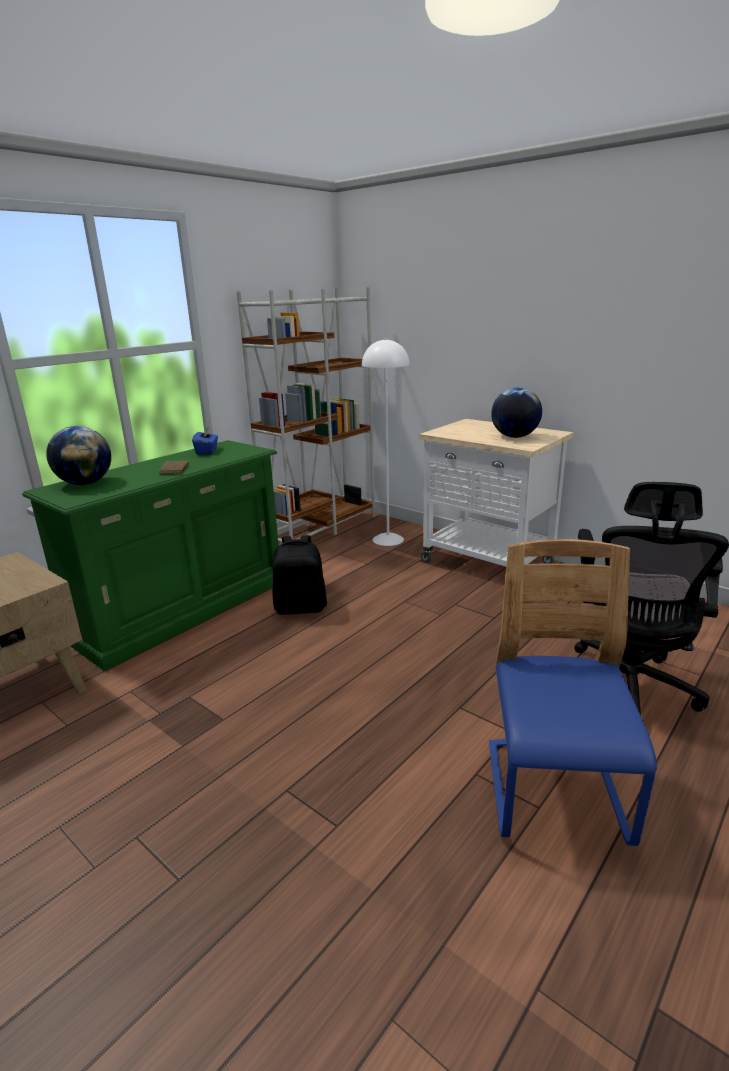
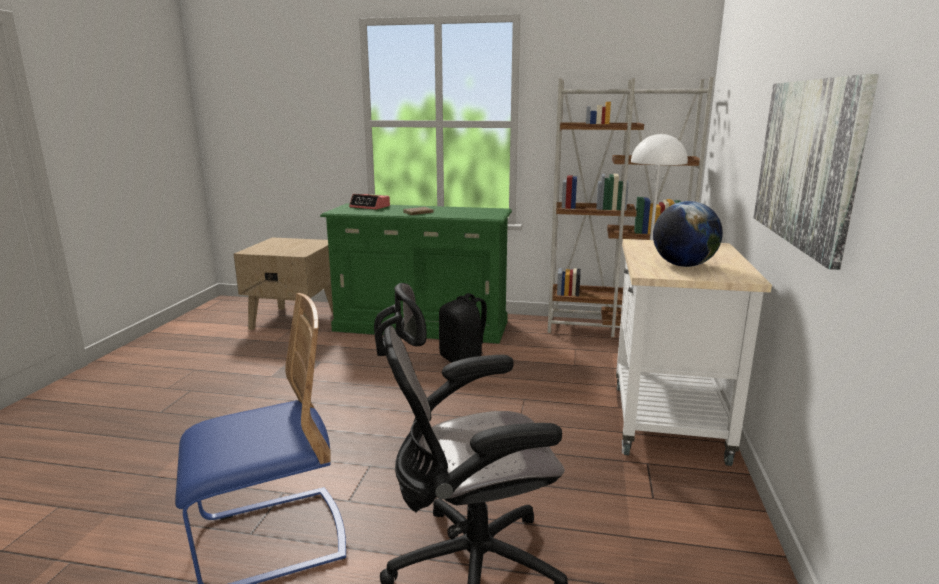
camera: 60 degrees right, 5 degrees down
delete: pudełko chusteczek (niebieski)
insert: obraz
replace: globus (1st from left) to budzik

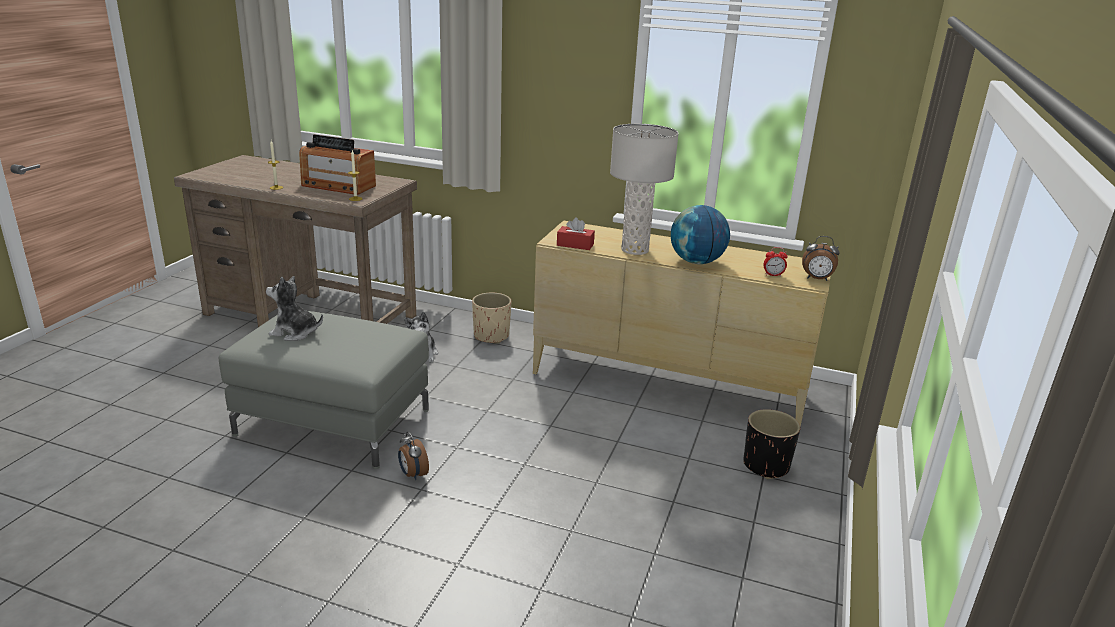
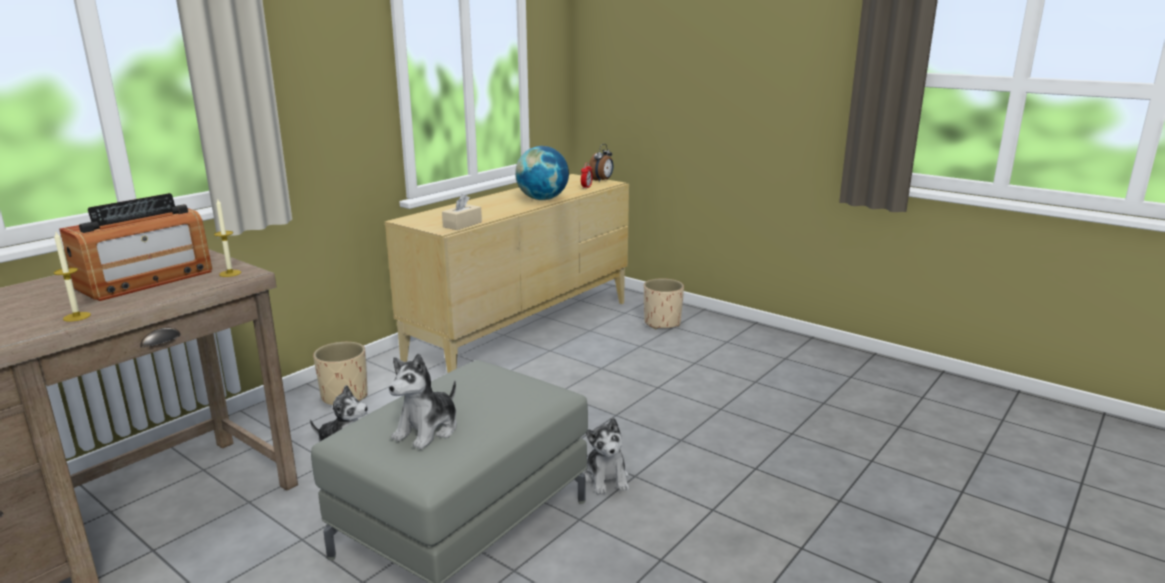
camera: 70 degrees left, 5 degrees down
delete: lampa stołowa (biały)
replace: budzik (1st from left) to pluszak (3rd from left)
recolor: pudełko chusteczek (czerwony) to pudełko chusteczek (beżowy); donica (czarny) to donica (beżowy) (2nd from left)

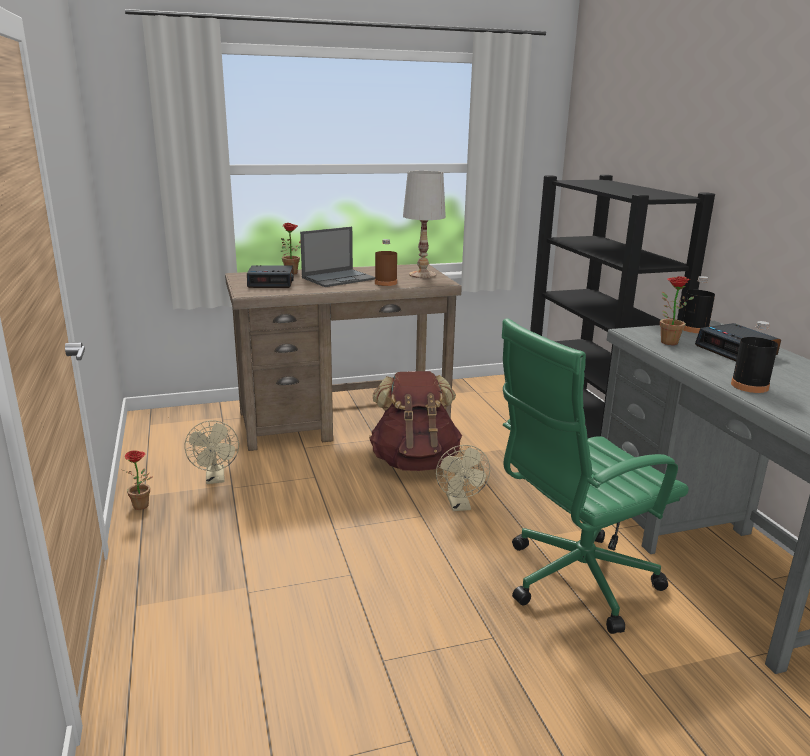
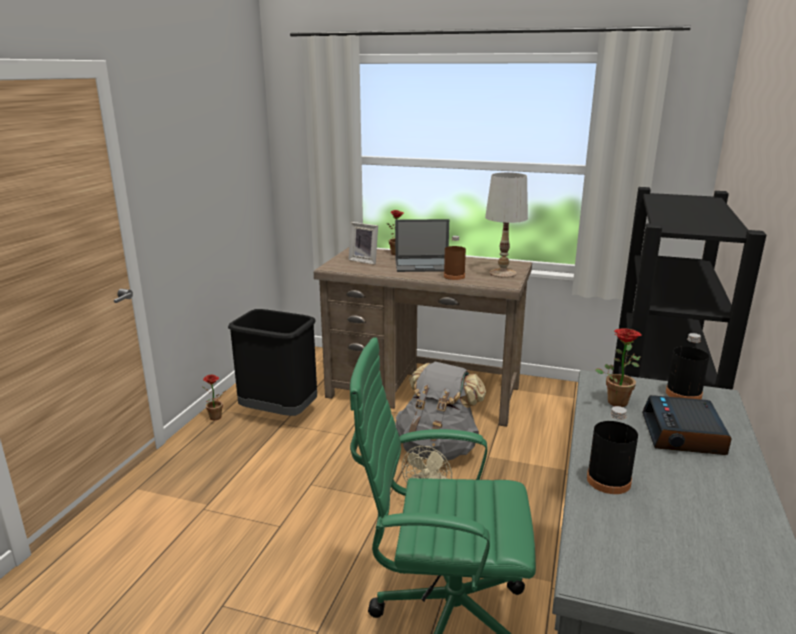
camera: 35 degrees right, 0 degrees up
replace: budzik (1st from left) to ramka na zdjęcie; wentylator (beżowy) (1st from left) to kosz na śmieci (czarny)
recolor: plecak (brązowy) to plecak (szary)

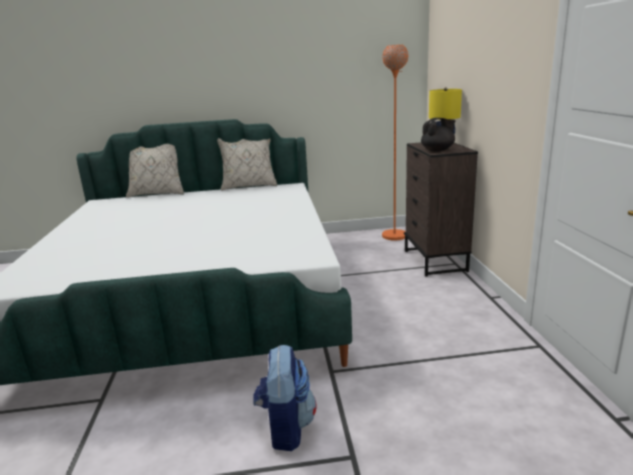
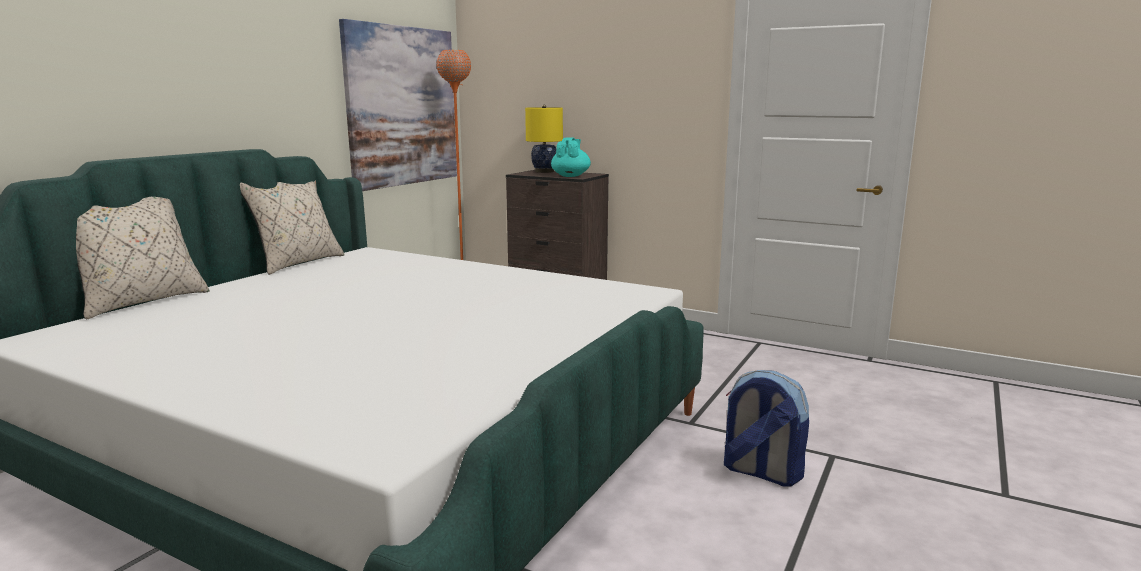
camera: 55 degrees left, 5 degrees down
insert: obraz
recolor: imbryk (czarny) to imbryk (turkusowy)

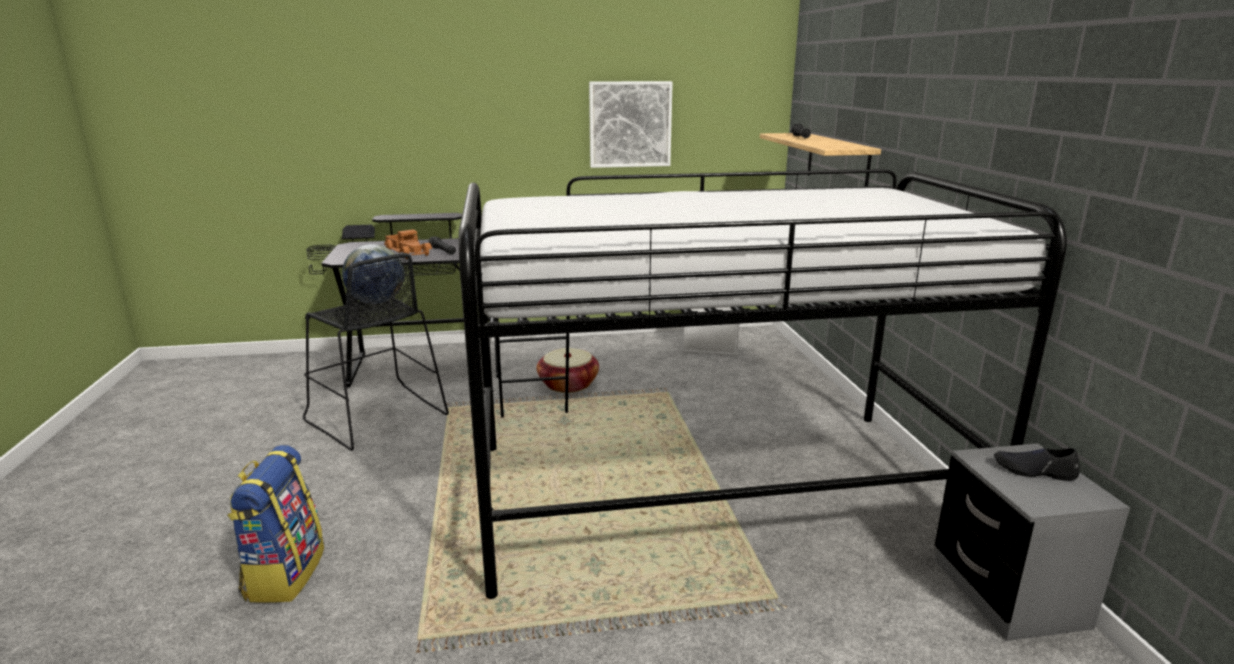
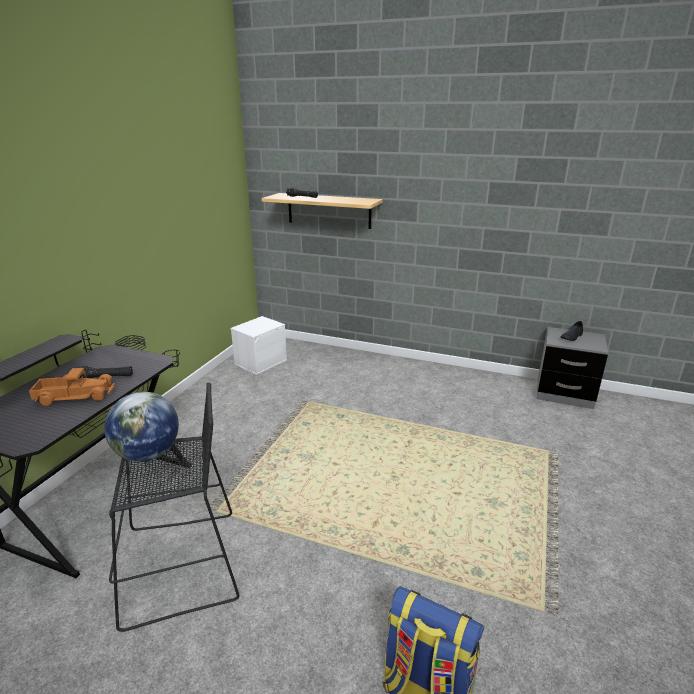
camera: 60 degrees left, 5 degrees up
delete: obraz; łóżko (czarny); koszyk

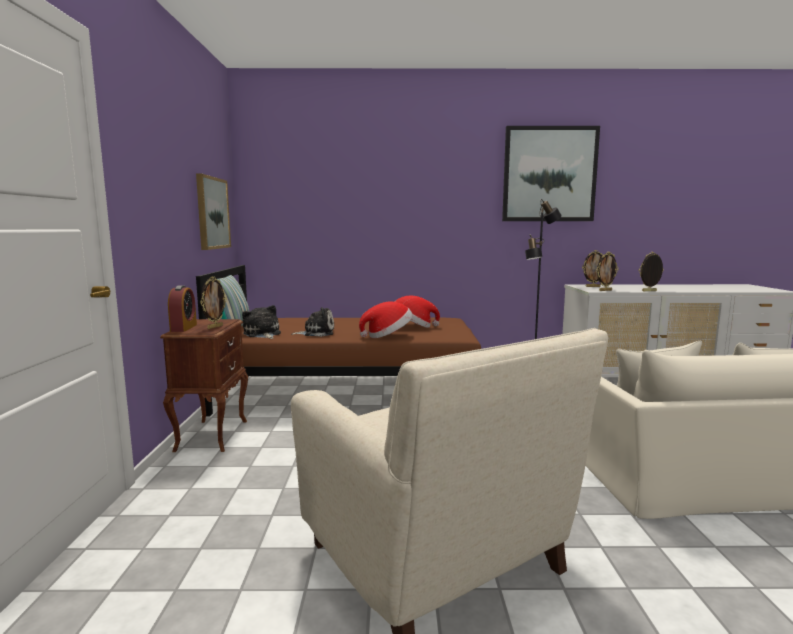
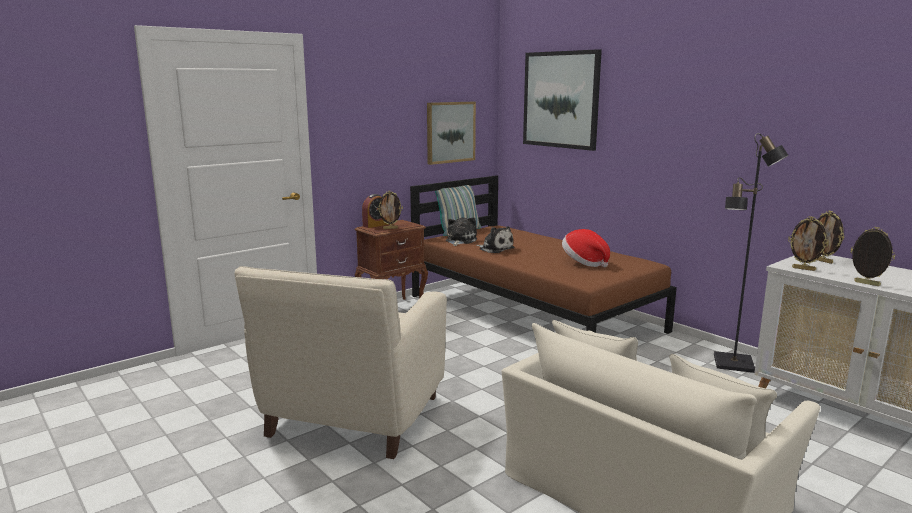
camera: 50 degrees right, 5 degrees up
delete: kapelusz (1st from left)
move: obraz (2nd from left)

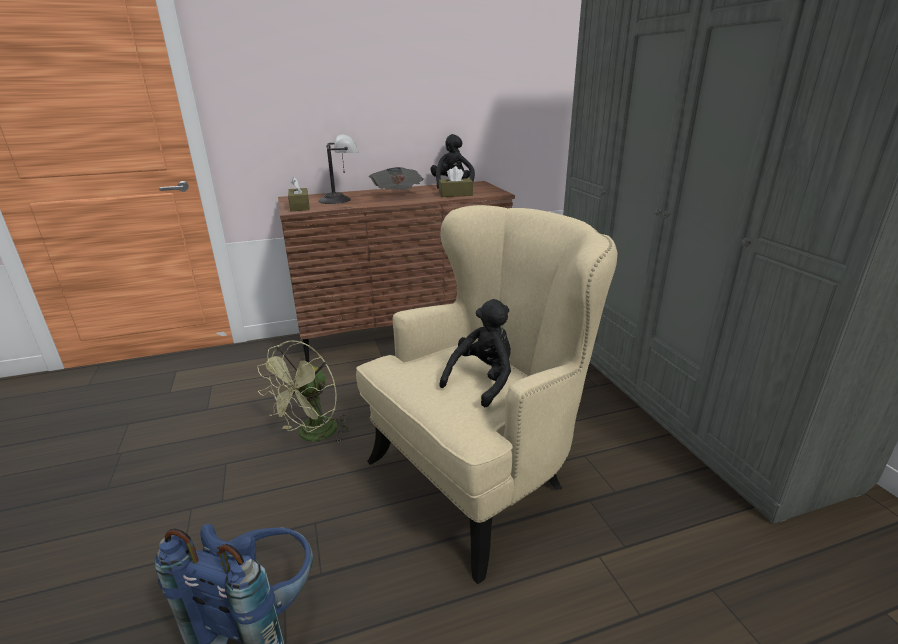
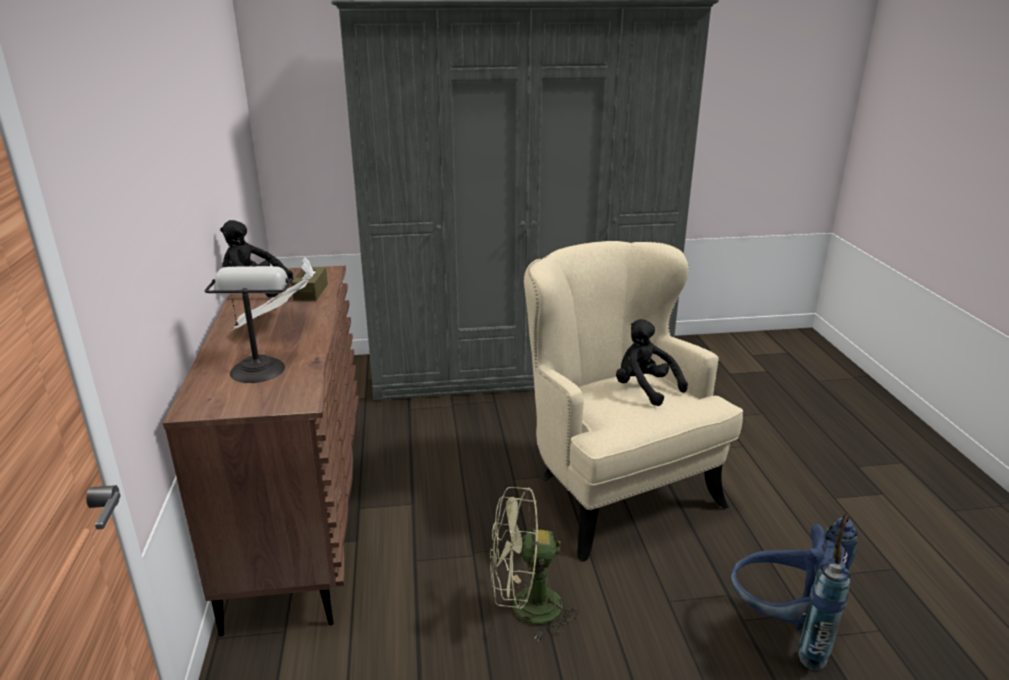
camera: 80 degrees left, 0 degrees up
delete: pudełko chusteczek (brązowy) (1st from left)
rotate: wentylator (zielony) 135 degrees clockwise

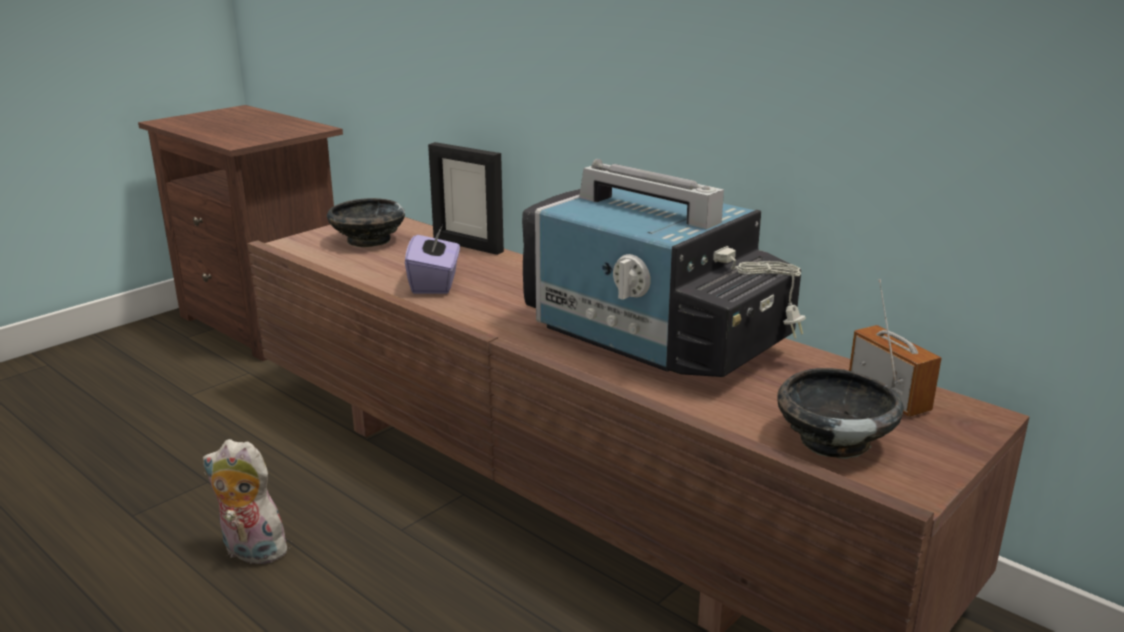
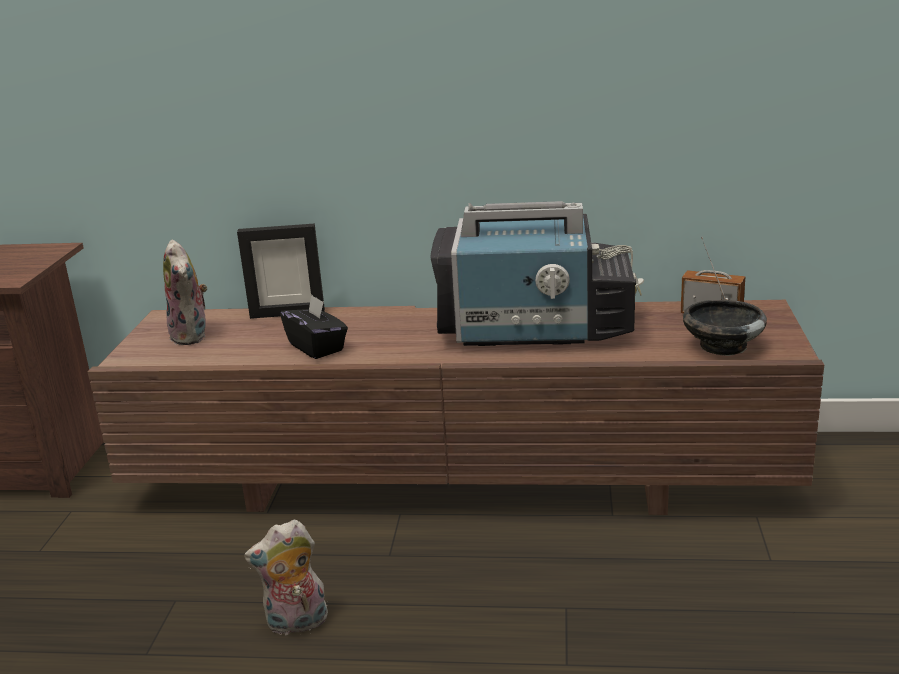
camera: 35 degrees left, 0 degrees up
replace: miska (czarny) (1st from left) to pluszak (1st from left)
recolor: pudełko chusteczek (fioletowy) to pudełko chusteczek (czarny)

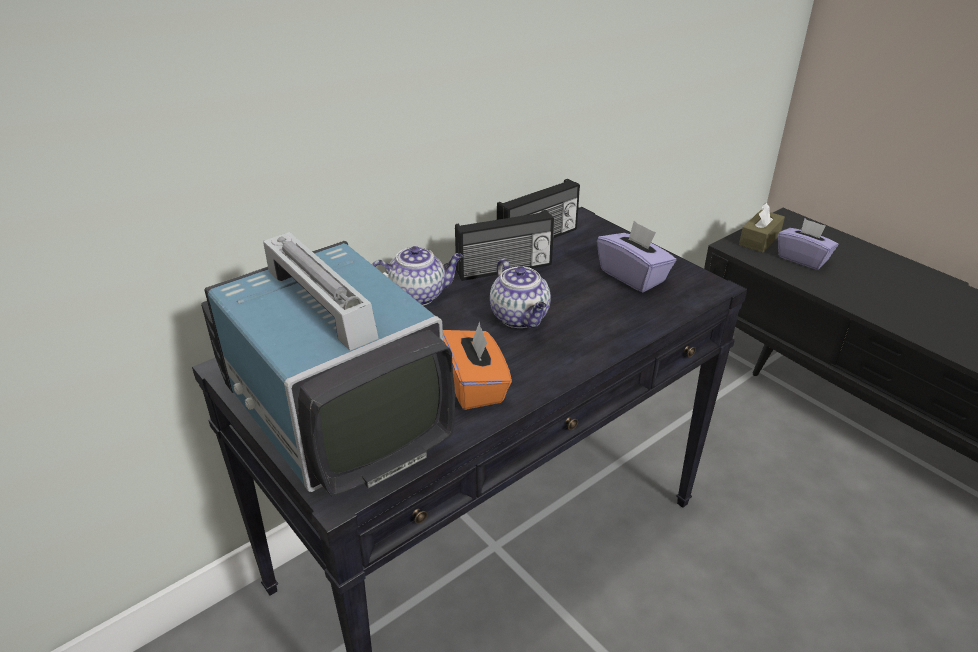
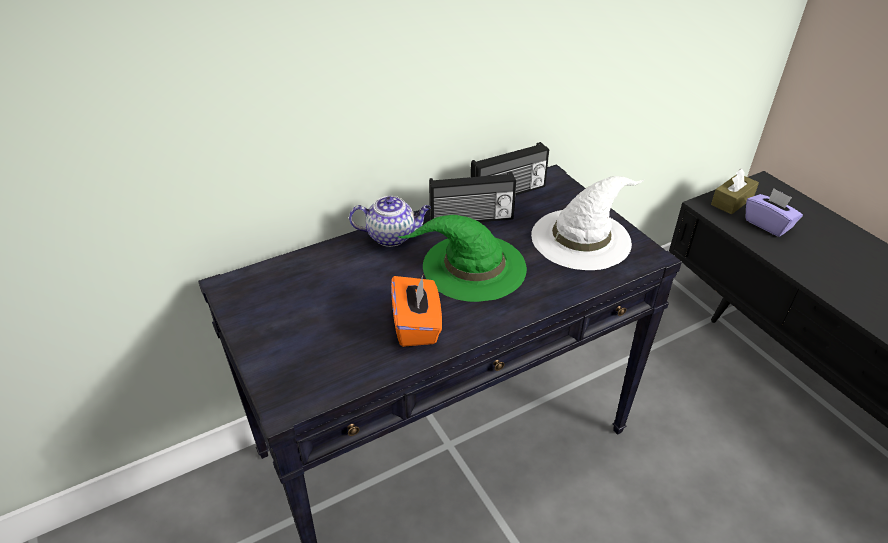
camera: 10 degrees right, 5 degrees up
delete: telewizor
replace: pudełko chusteczek (fioletowy) (1st from left) to kapelusz (biały); imbryk (2nd from left) to kapelusz (zielony)

